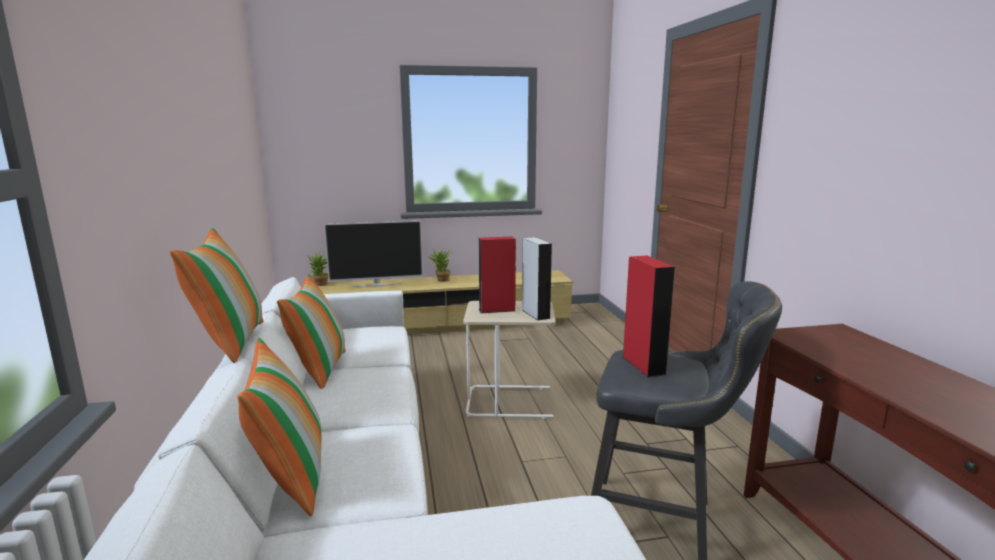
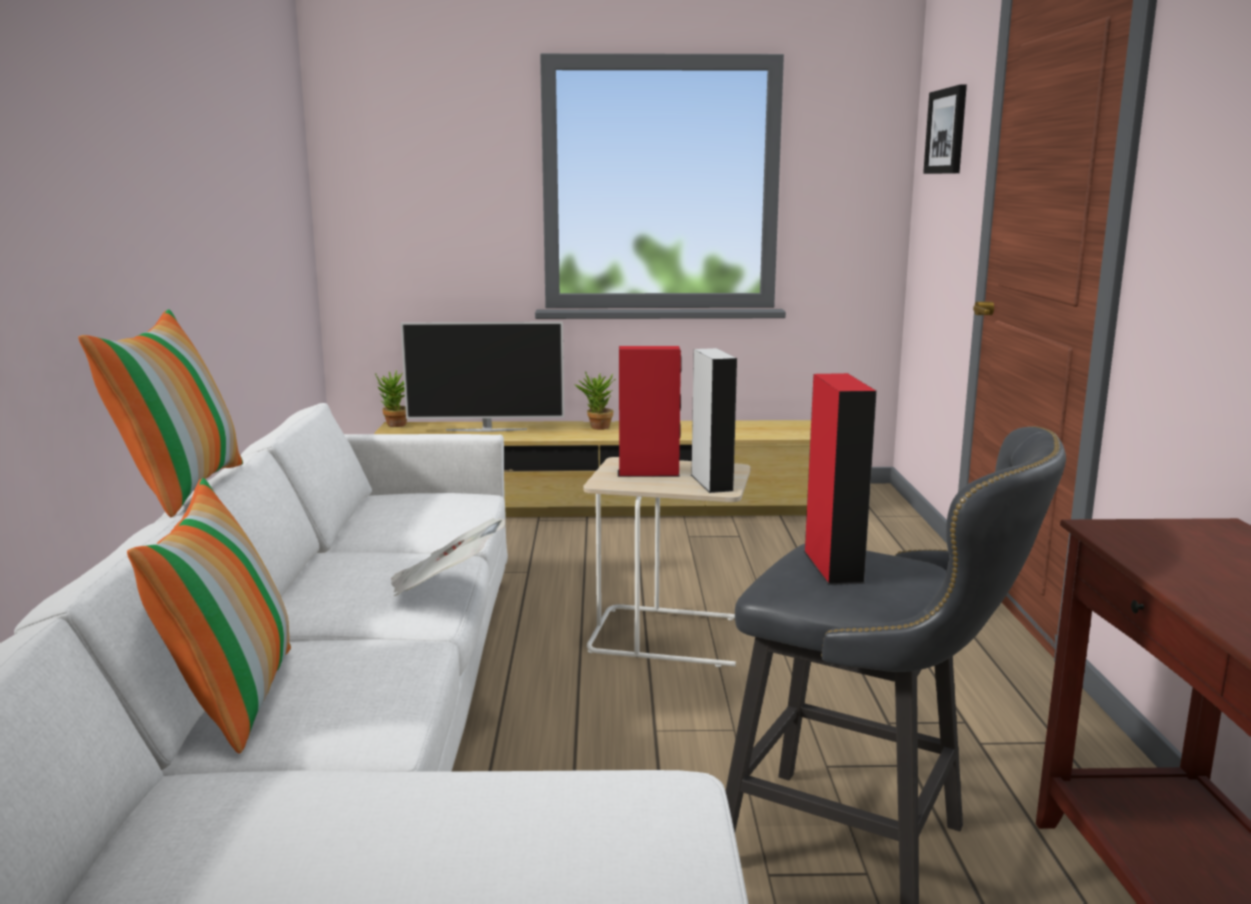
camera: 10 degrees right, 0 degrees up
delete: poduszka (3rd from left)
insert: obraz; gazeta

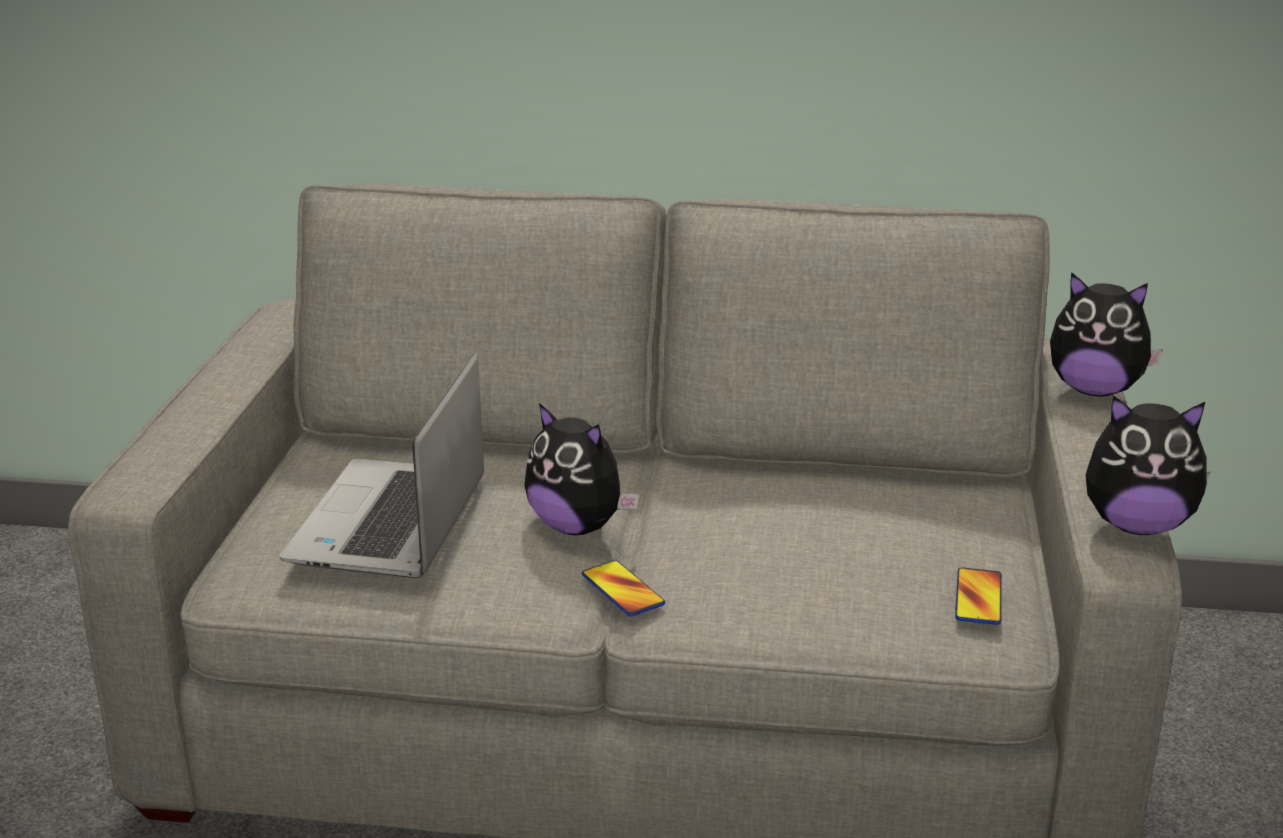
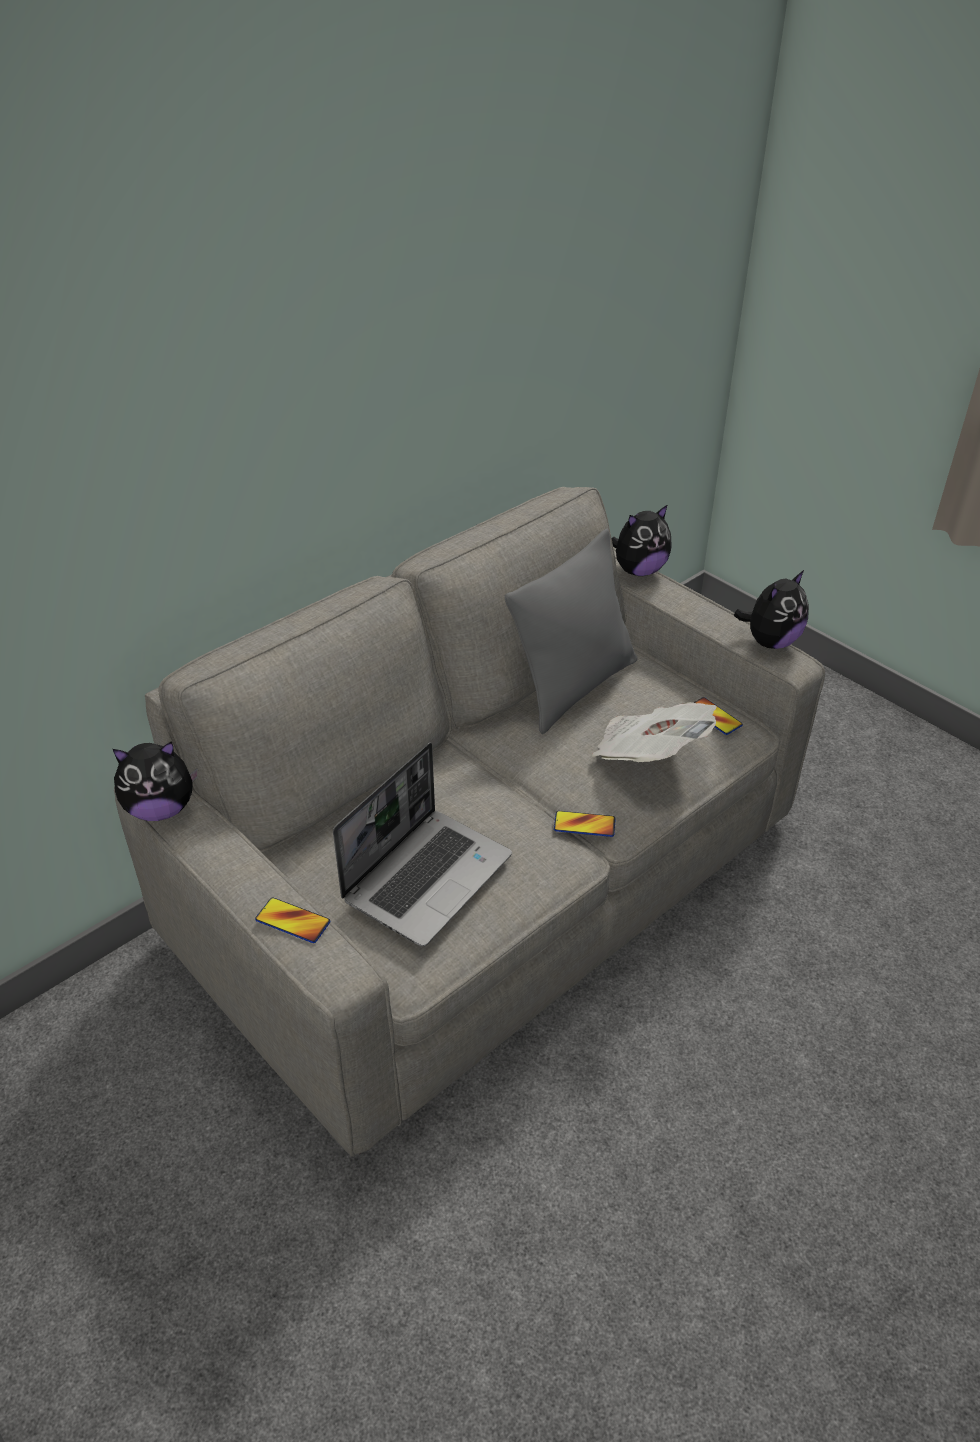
camera: 50 degrees left, 15 degrees up
insert: poduszka (szary); gazeta; telefon (1st from left)
move: pluszak (1st from left)
rotate: laptop 105 degrees counterclockwise

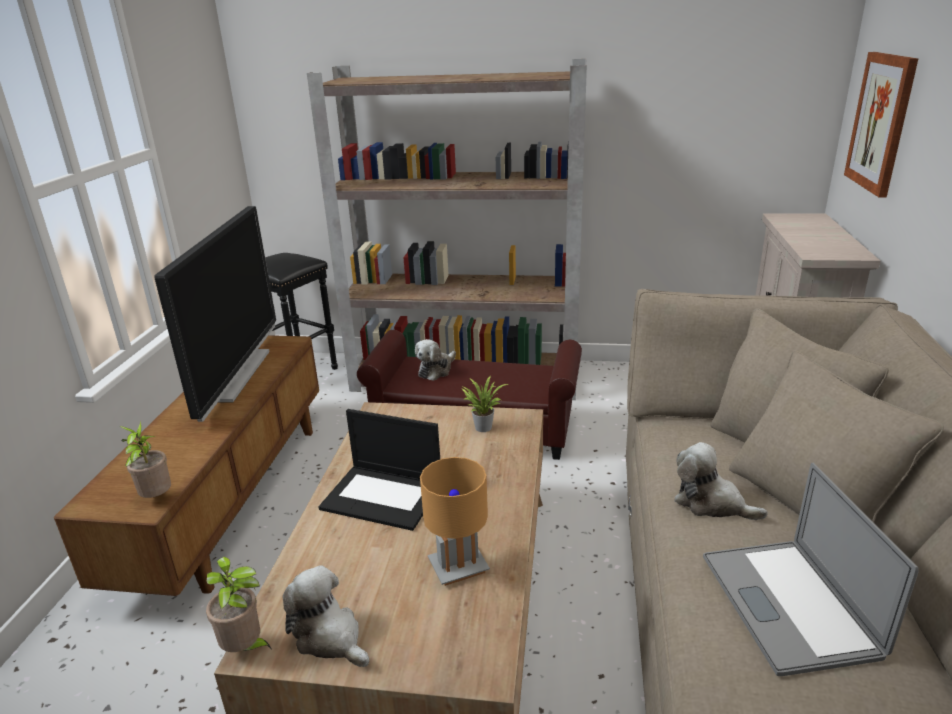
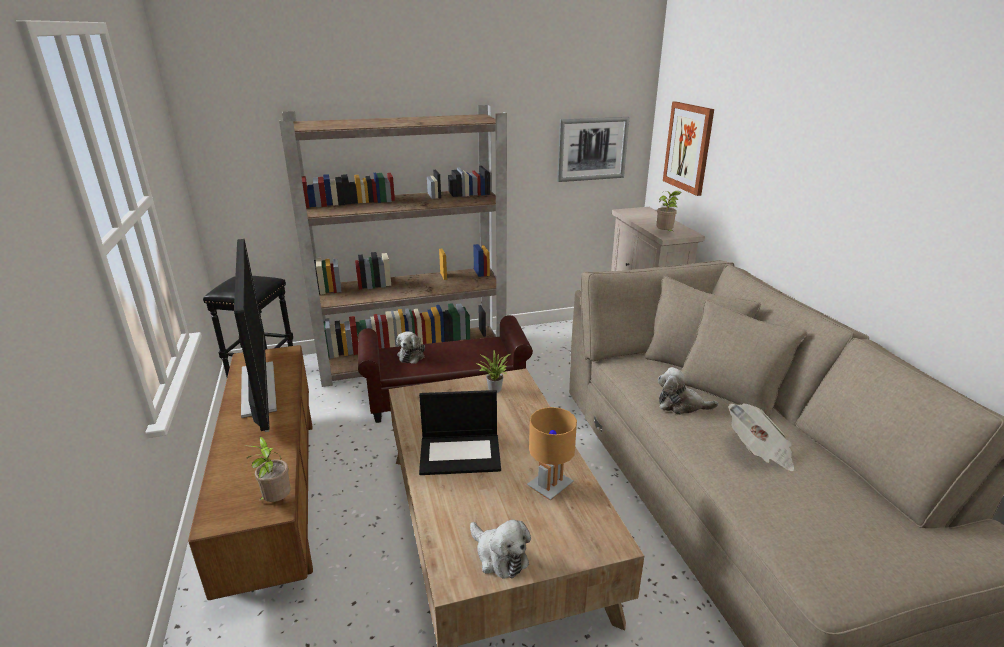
camera: 25 degrees left, 0 degrees up
insert: obraz (1st from left)
move: roślina doniczkowa (2nd from left in the first image) to roślina doniczkowa (3rd from left)
replace: laptop (2nd from left) to gazeta
rotate: pluszak (1st from left in the first image) 150 degrees counterclockwise

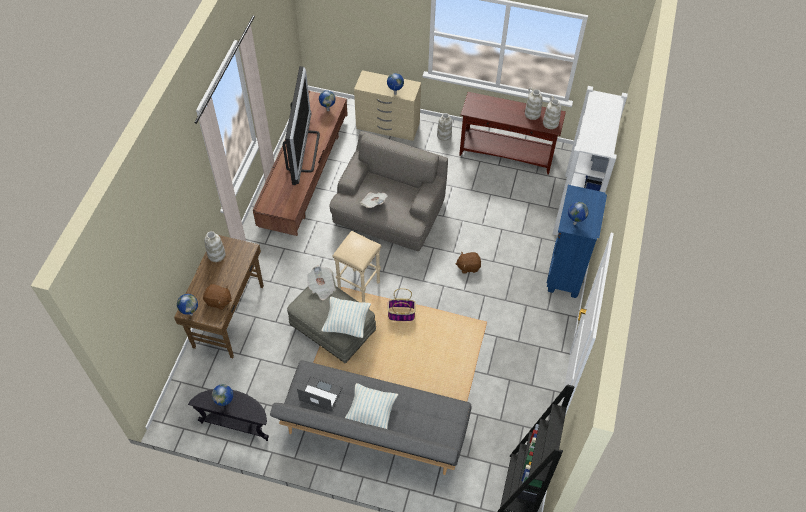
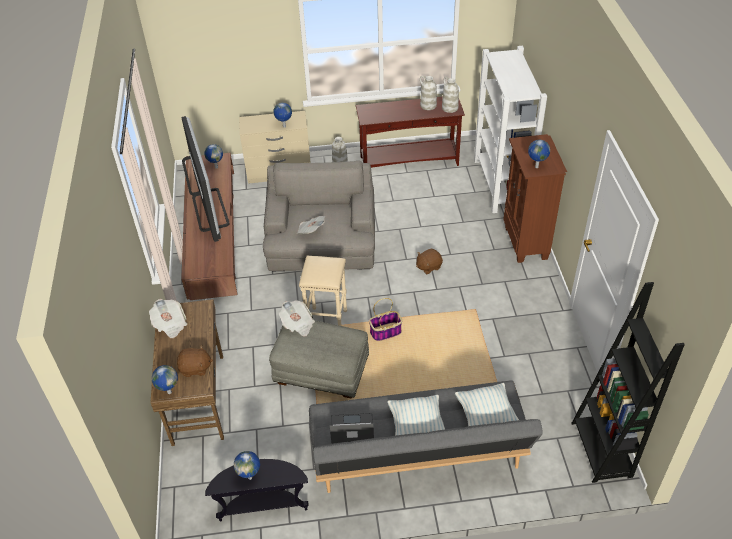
camera: 20 degrees left, 10 degrees down
move: poduszka (1st from left in the first image) to poduszka (2nd from left)
replace: wazon (biały) (1st from left) to gazeta (1st from left)
recolor: szafka (niebieski) to szafka (brązowy)

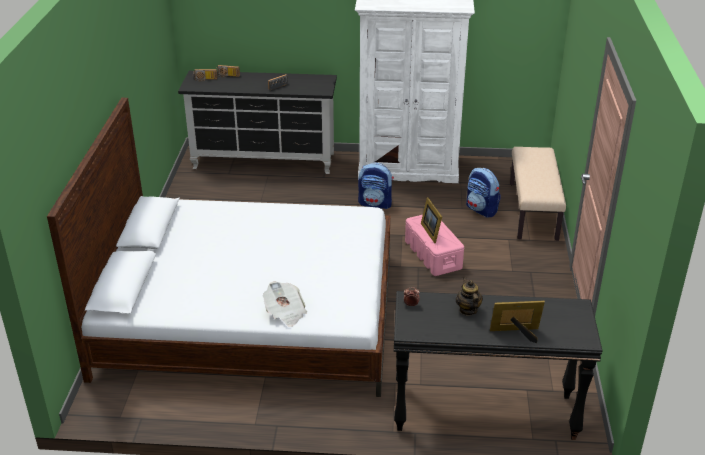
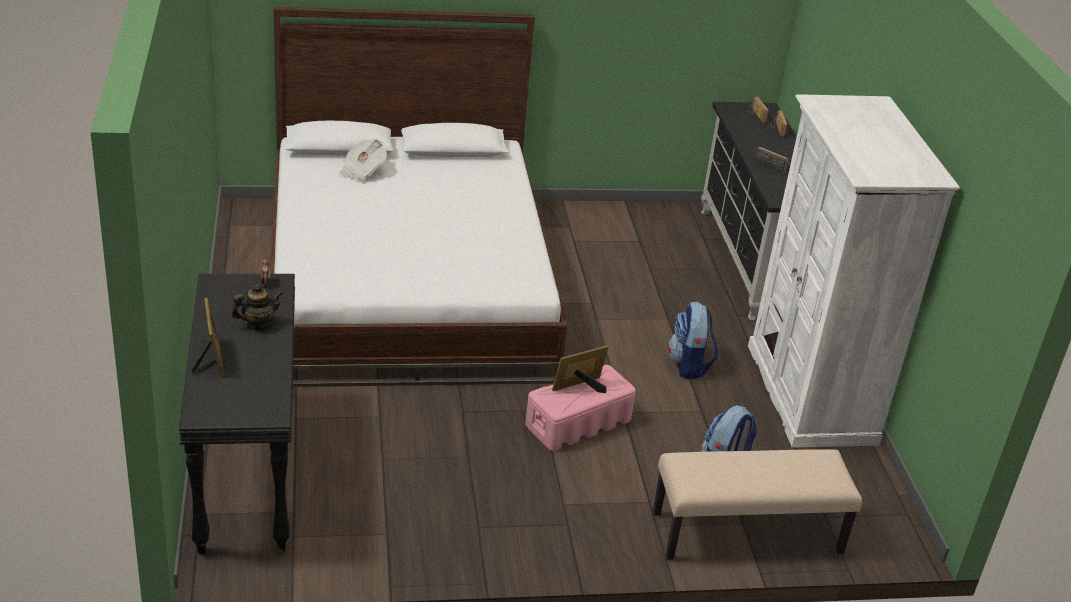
camera: 75 degrees right, 0 degrees up
move: gazeta

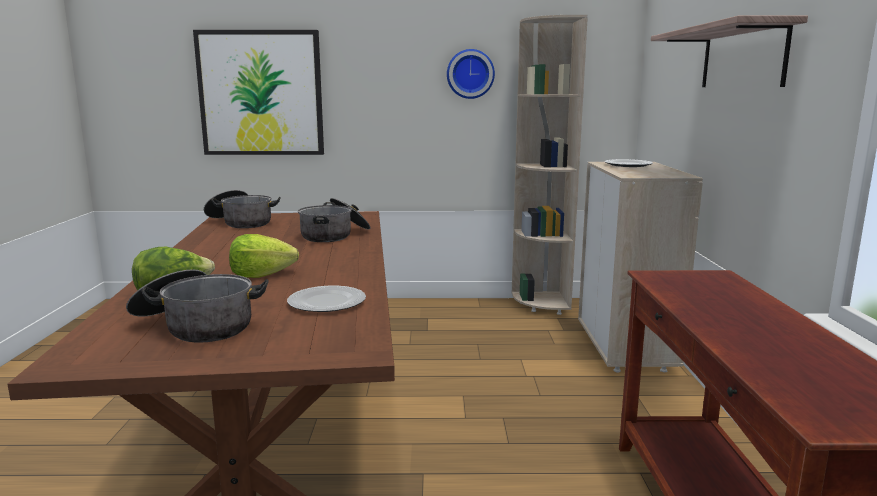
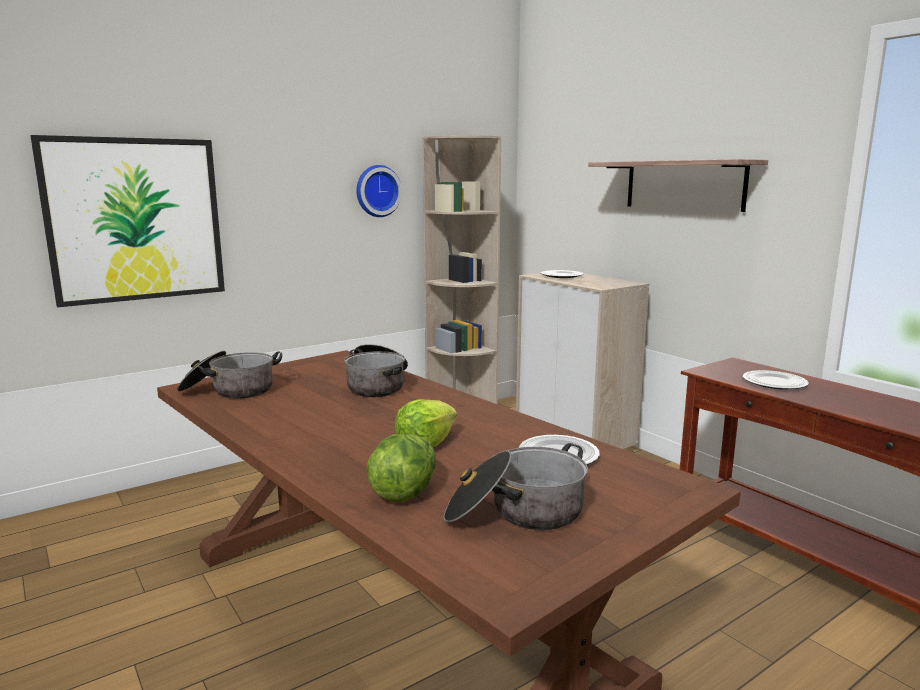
camera: 35 degrees left, 0 degrees up
insert: talerz (3rd from left)

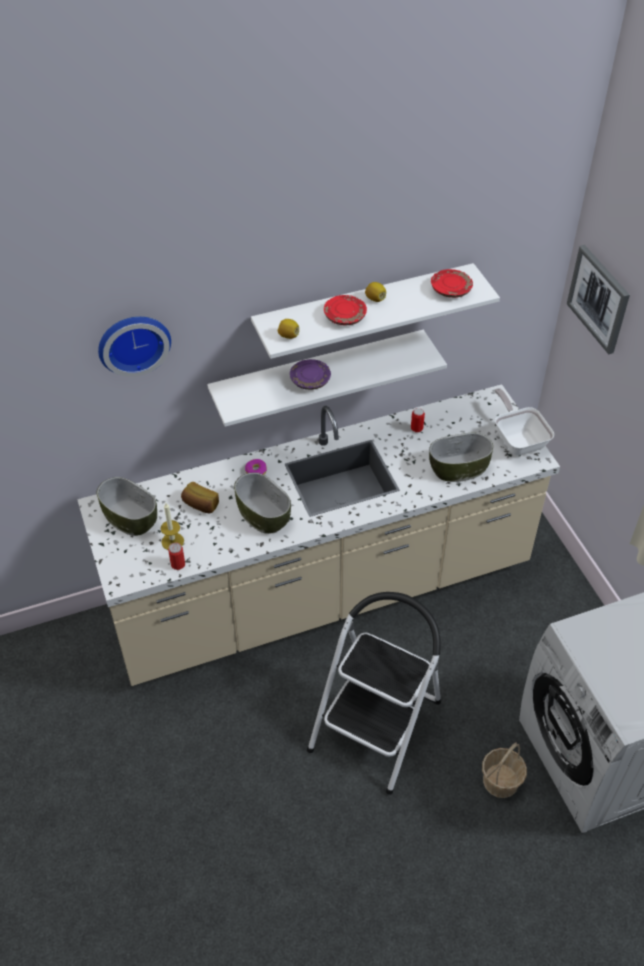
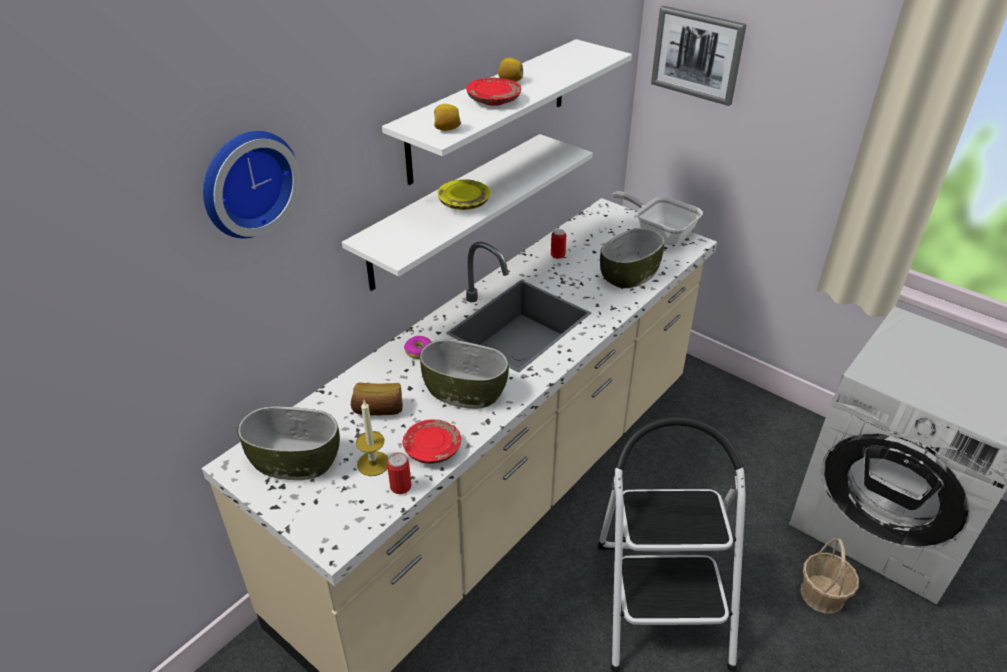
camera: 30 degrees left, 10 degrees down
move: talerz (czerwony) (2nd from left in the first image) to talerz (czerwony) (1st from left)
recolor: talerz (fioletowy) to talerz (żółty)

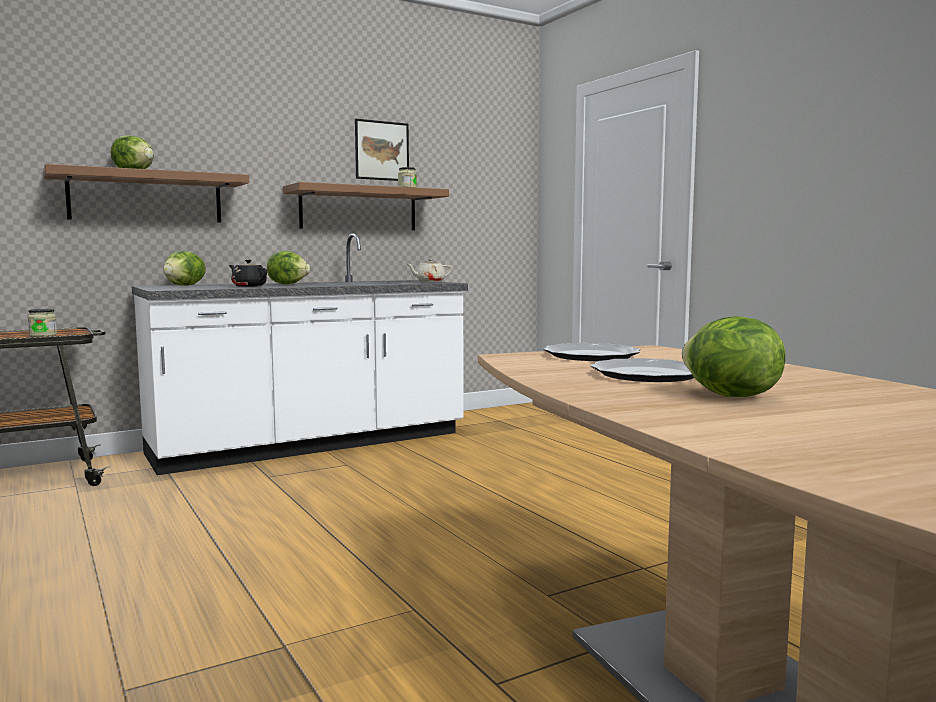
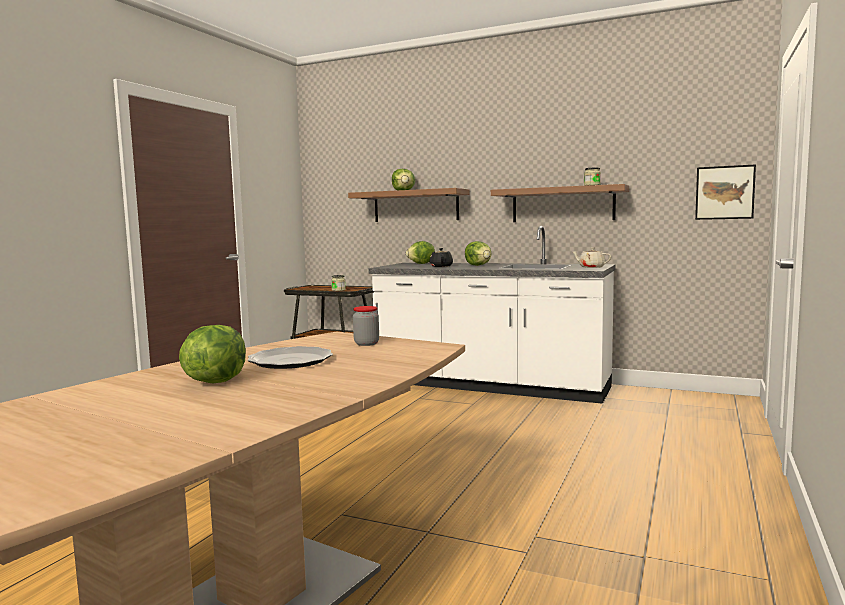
camera: 55 degrees right, 0 degrees up
move: obraz
replace: talerz (1st from left) to słoik (2nd from left)

